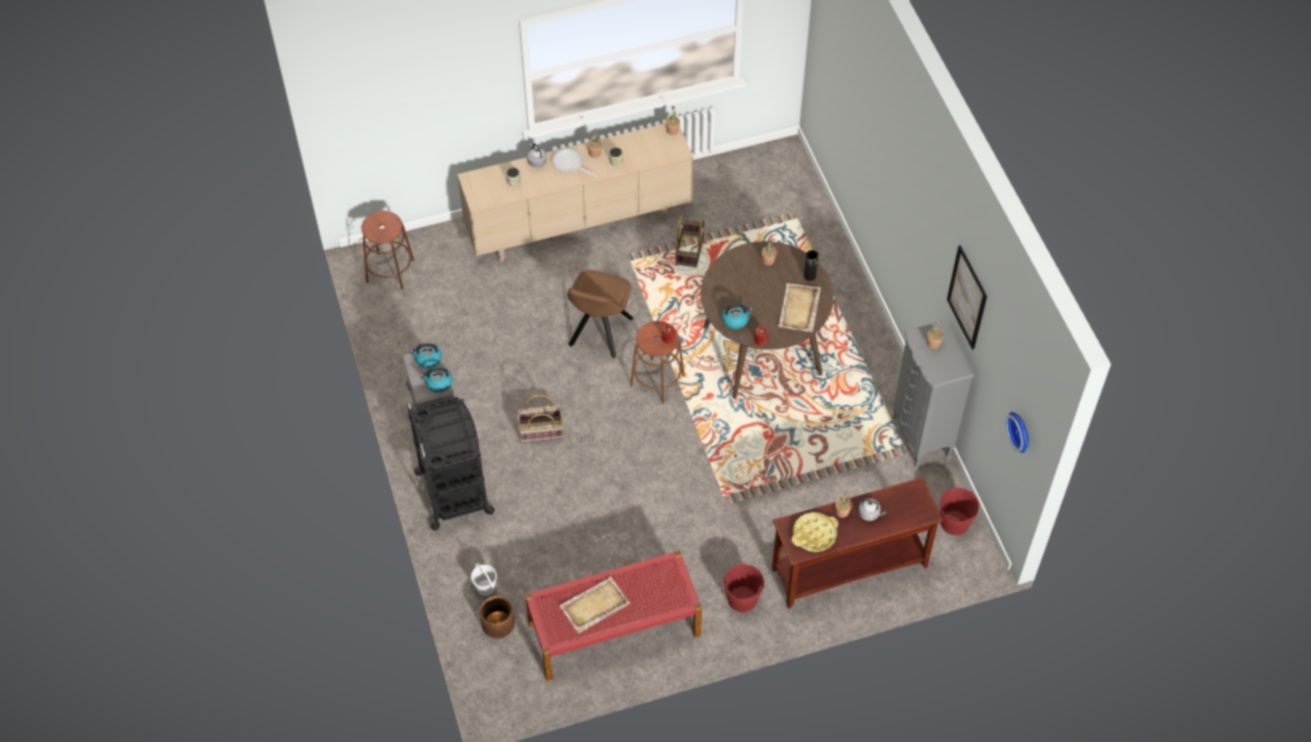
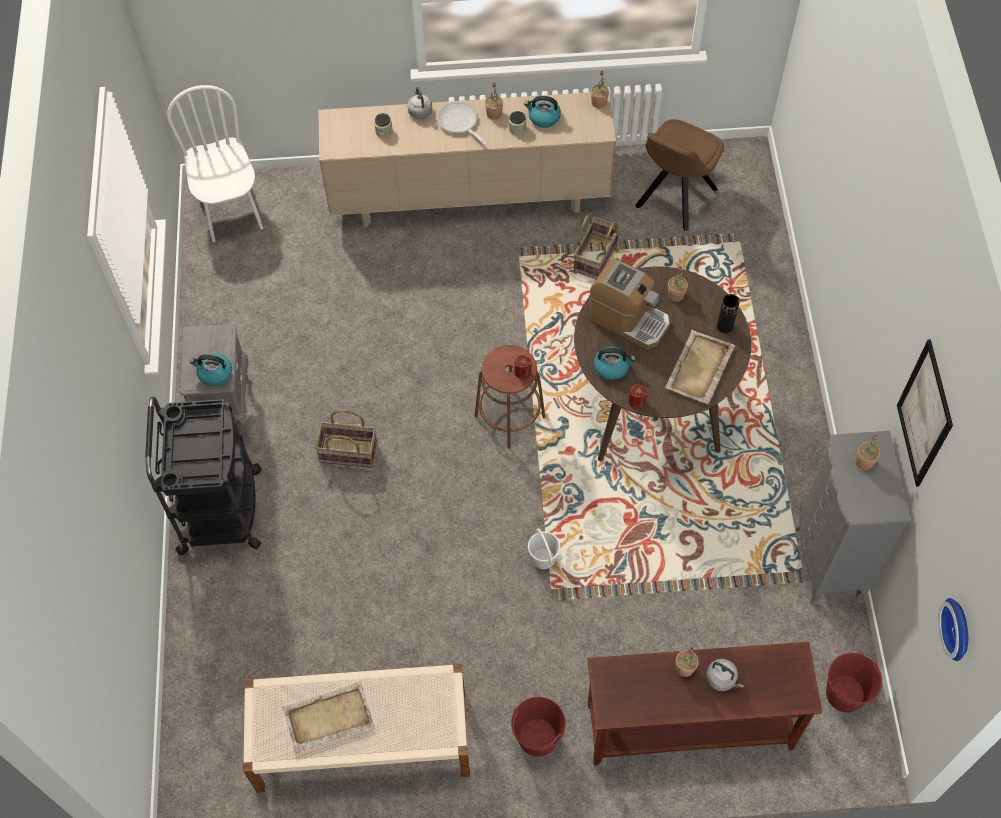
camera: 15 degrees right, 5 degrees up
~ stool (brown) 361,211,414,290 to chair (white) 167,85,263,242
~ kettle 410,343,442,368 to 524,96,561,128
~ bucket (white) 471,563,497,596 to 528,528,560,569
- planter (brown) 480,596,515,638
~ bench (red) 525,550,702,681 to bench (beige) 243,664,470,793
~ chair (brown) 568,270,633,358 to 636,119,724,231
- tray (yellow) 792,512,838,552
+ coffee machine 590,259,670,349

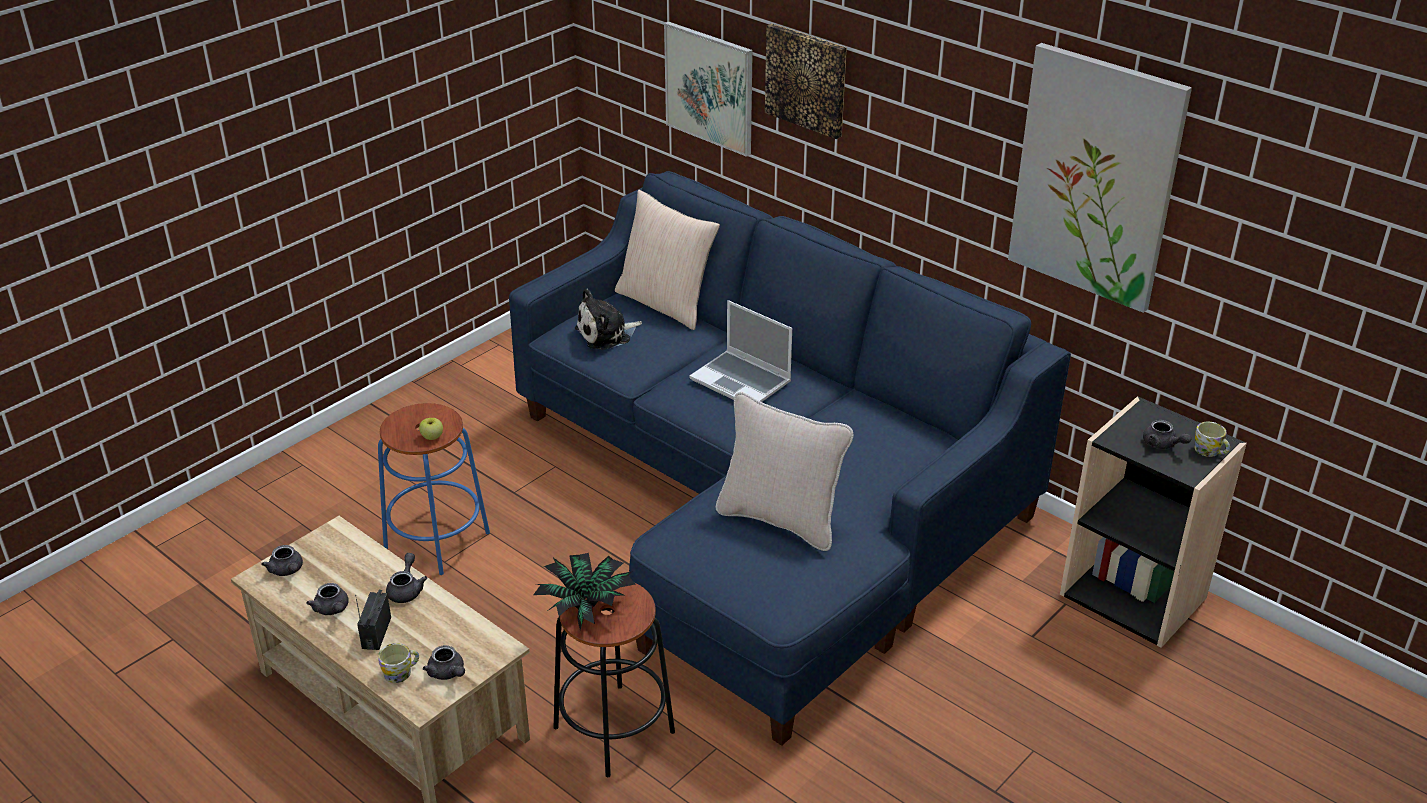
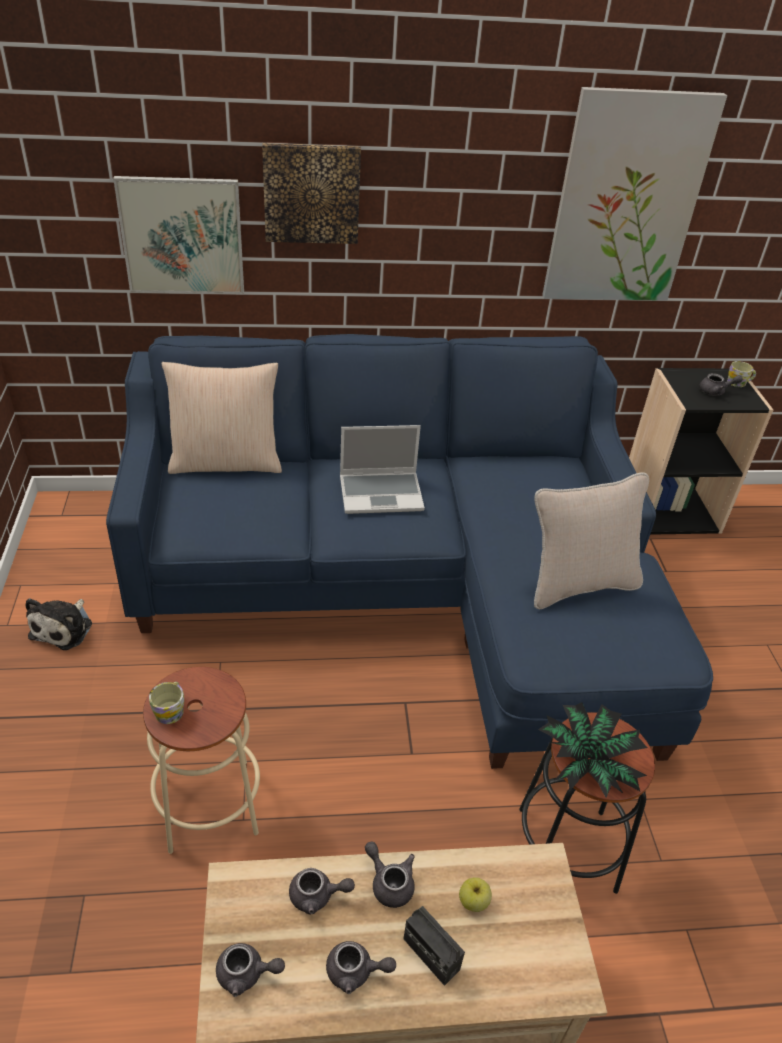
camera: 50 degrees left, 5 degrees up
~ stool (blue) 378,403,490,575 to stool (beige) 143,667,260,854
~ mug 378,643,419,683 to 149,682,184,724
~ apple 419,418,443,440 to 459,877,492,912
~ teapot (grey) 423,645,465,680 to 289,868,355,914
~ plush toy 575,288,642,350 to 26,598,92,650

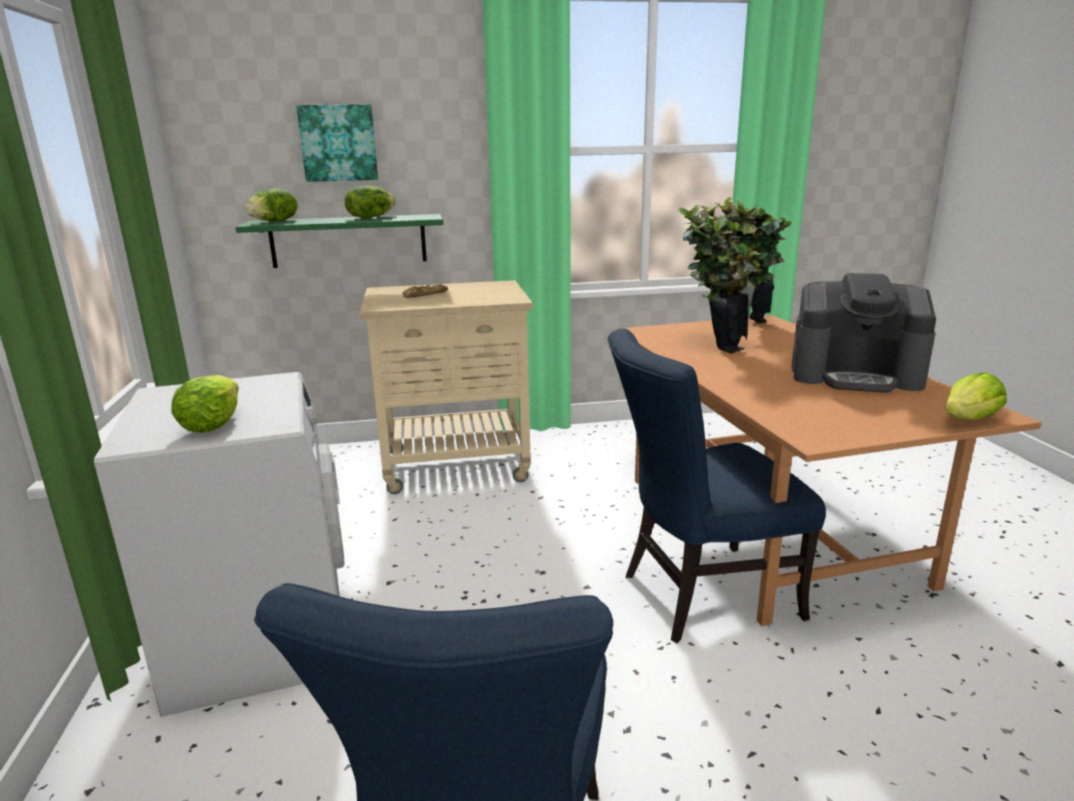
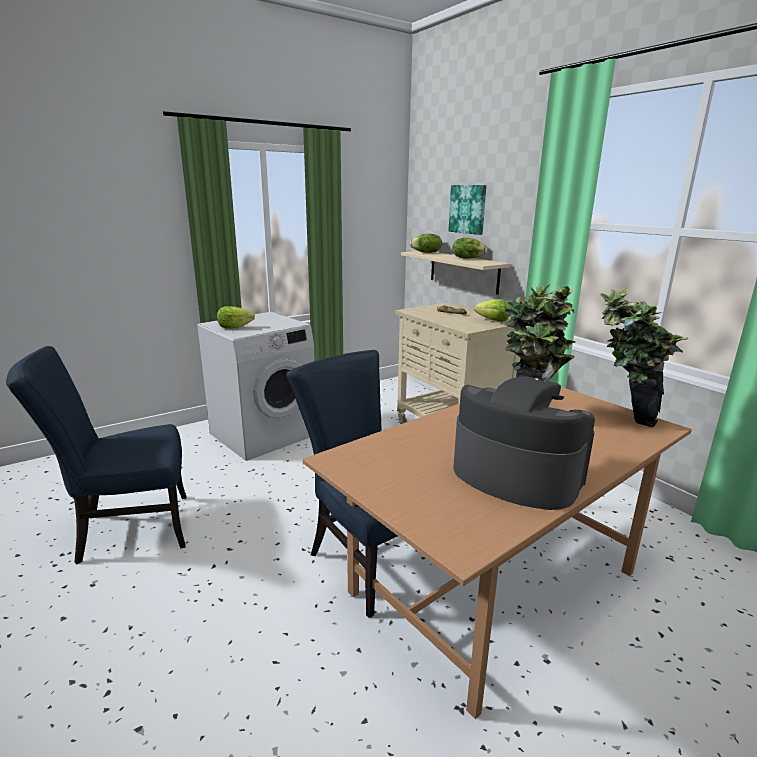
camera: 65 degrees right, 0 degrees up
~ shelf (green) 236,214,443,268 to shelf (beige) 401,251,511,295
~ coffee machine 791,273,936,393 = 453,377,595,510 135 degrees clockwise
~ lettuce 946,372,1007,420 to 474,299,509,322

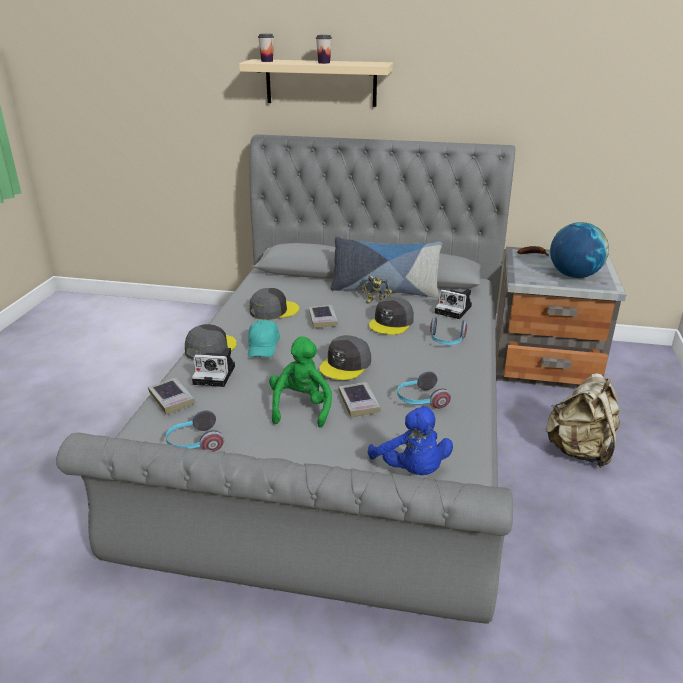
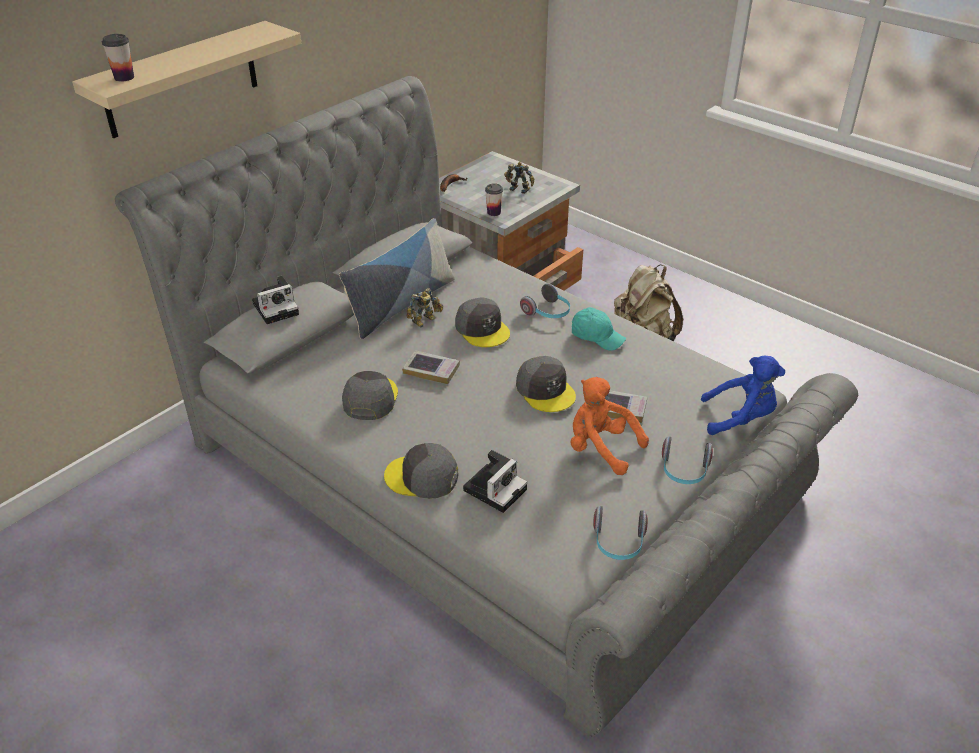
camera: 60 degrees left, 10 degrees up
- book 148,377,195,415
~ cap (grey) 185,324,237,360 = 384,443,458,499 45 degrees counterclockwise
~ cap (turquoise) 248,320,280,357 to 572,307,626,351
~ plush toy (green) 269,336,332,428 to plush toy (orange) 570,377,649,475
~ cup 316,35,332,64 to 485,183,503,216
~ headphones 397,371,451,409 to 662,436,713,484
~ photo camera 435,289,472,319 to 252,276,299,324
~ globe 550,222,609,278 to toy robot 504,162,535,194

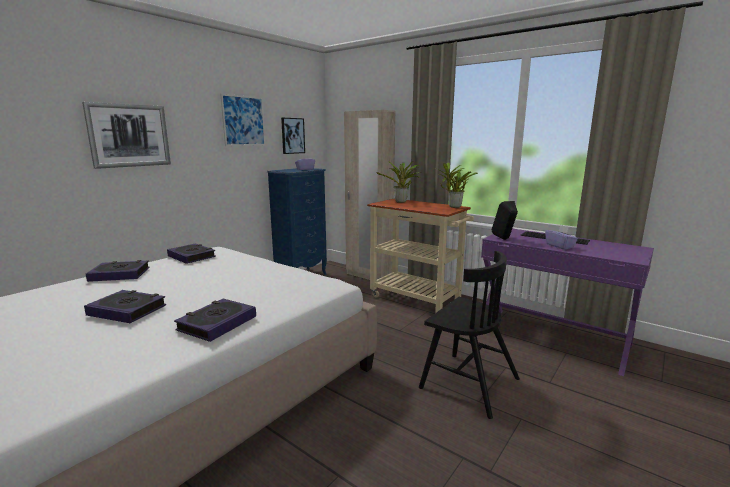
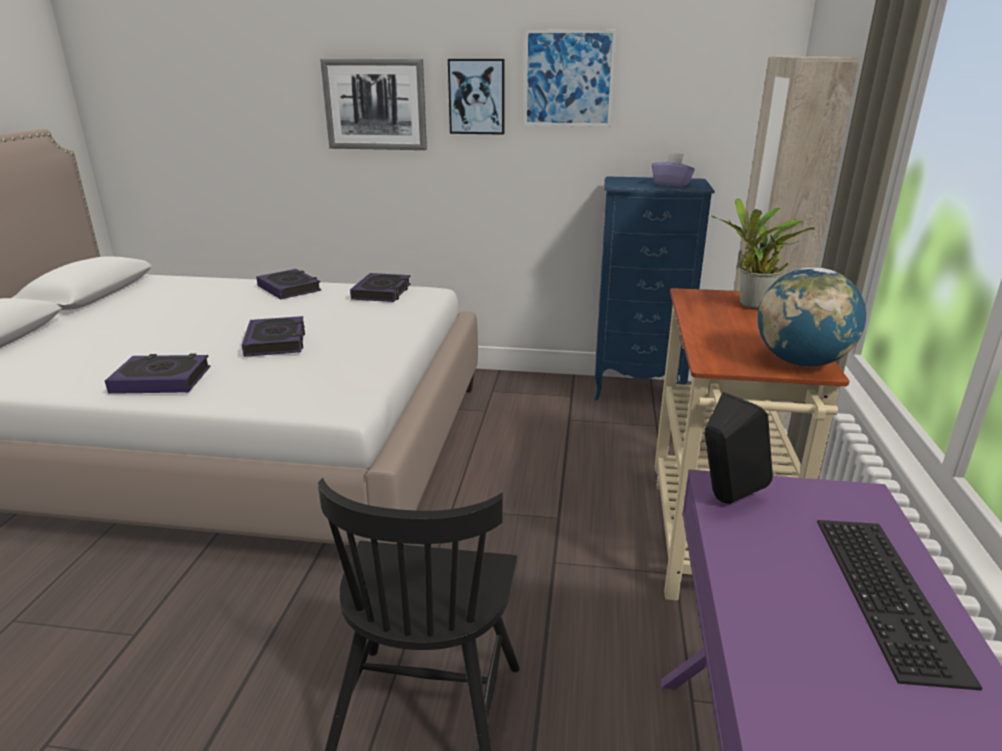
camera: 60 degrees right, 10 degrees up
~ book 84,290,166,323 to 242,316,305,357
~ picture 281,118,305,154 to 448,59,505,135
~ potted plant 435,162,478,208 to globe 758,267,866,367
- tissue box (purple) 545,225,578,249

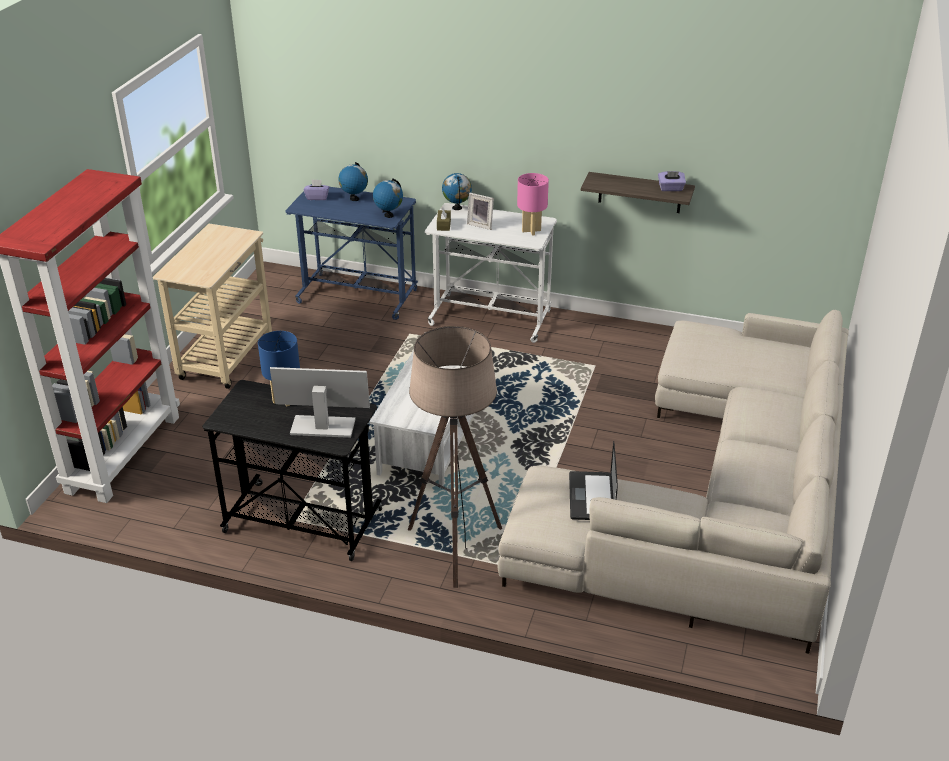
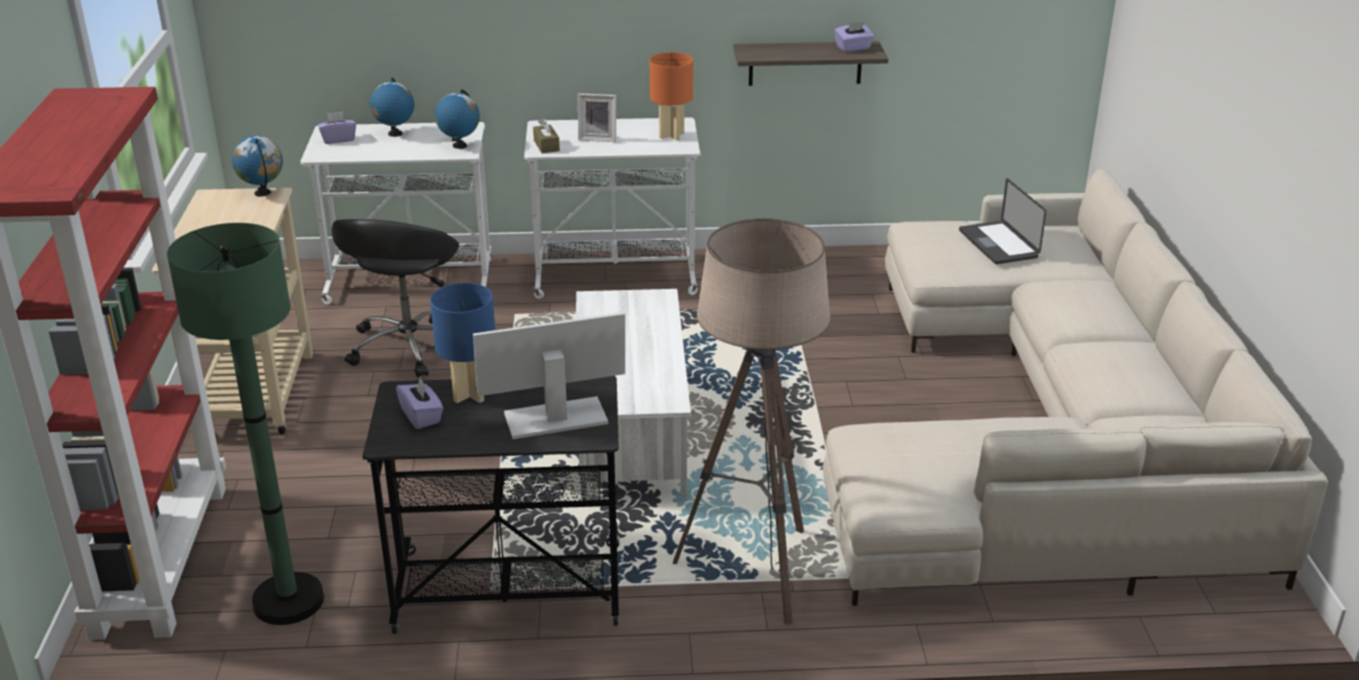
camera: 20 degrees left, 5 degrees down
~ desk (blue) 286,184,418,320 to desk (white) 300,122,491,305
~ globe 442,173,472,210 to 232,135,283,197
~ table lamp (pink) 517,173,549,236 to table lamp (orange) 650,52,693,141
~ laptop 569,441,618,520 to 959,178,1046,264
+ floor lamp (green) 167,223,324,625
+ office chair (black) 332,219,459,377
+ tissue box (purple) 396,378,443,429

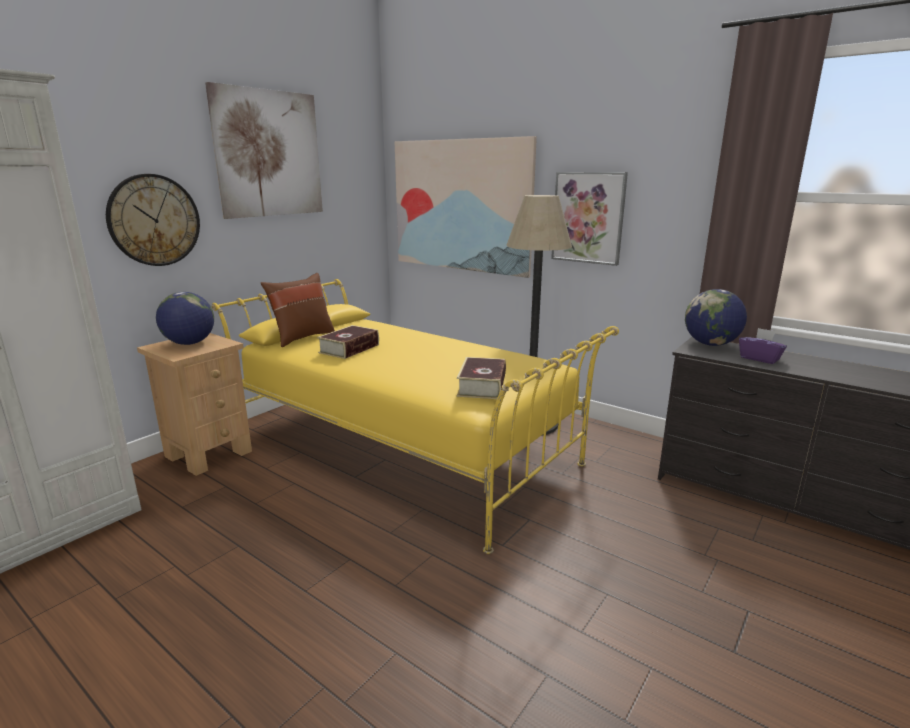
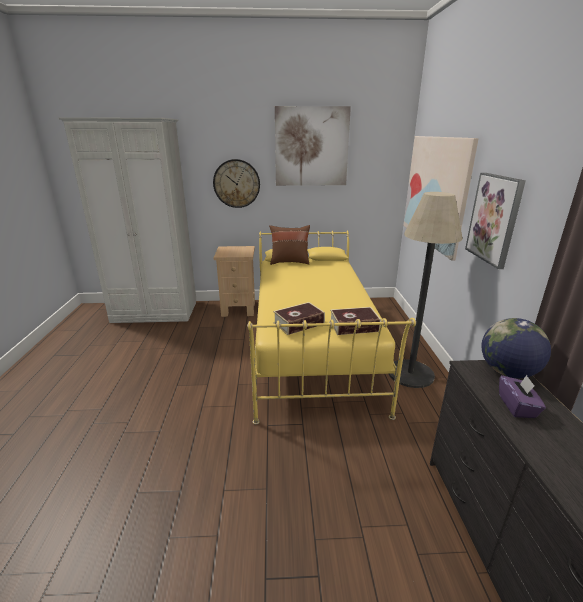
camera: 50 degrees right, 5 degrees up
- globe 156,292,214,345
~ book 317,325,379,359 to 330,307,381,335

